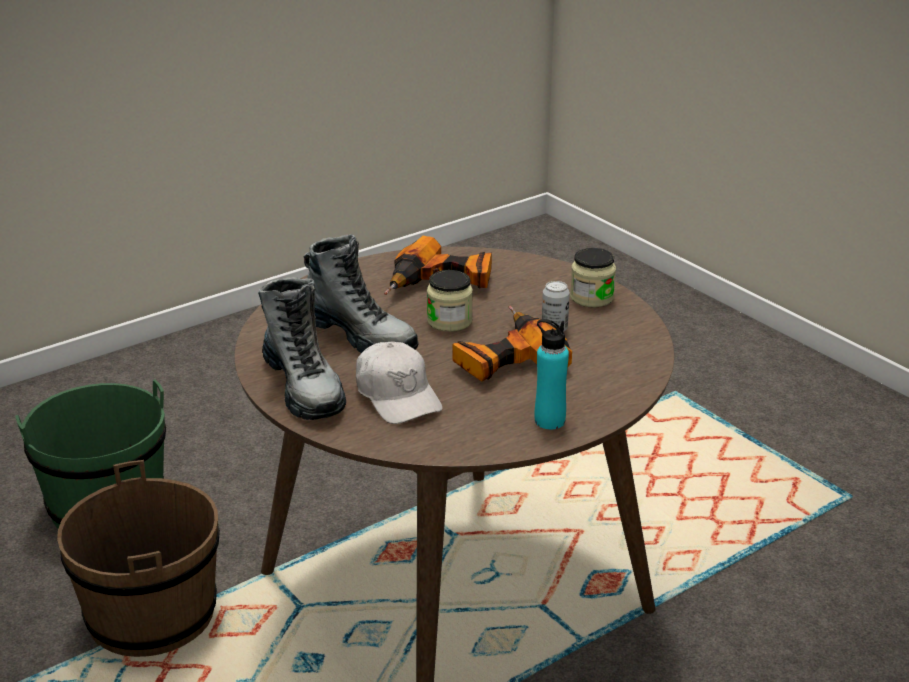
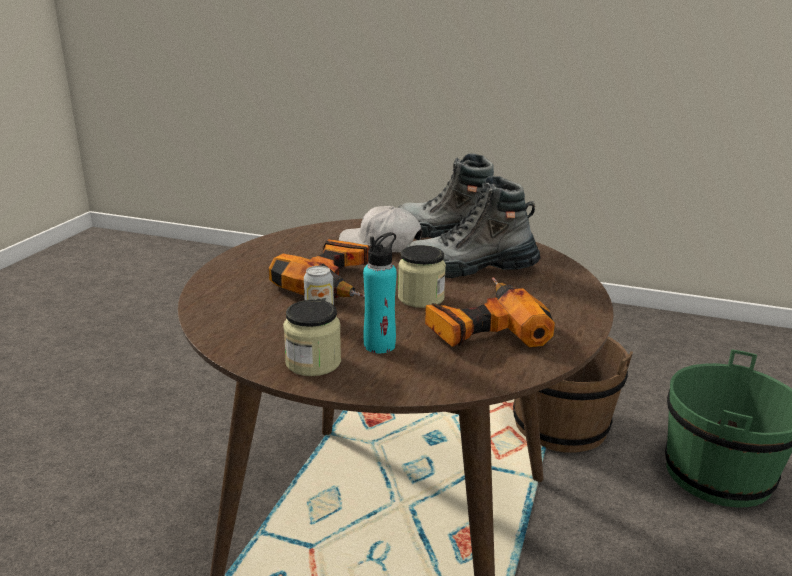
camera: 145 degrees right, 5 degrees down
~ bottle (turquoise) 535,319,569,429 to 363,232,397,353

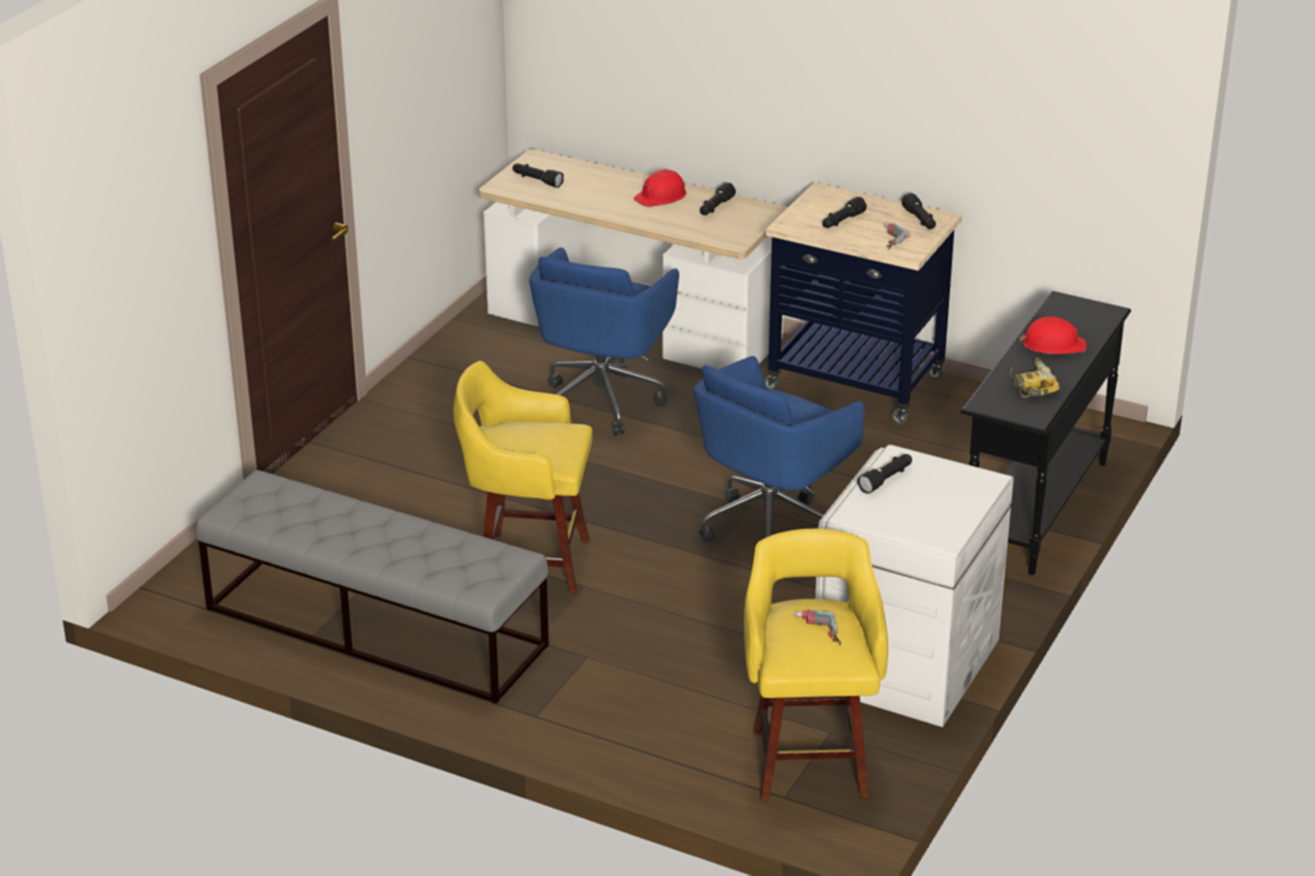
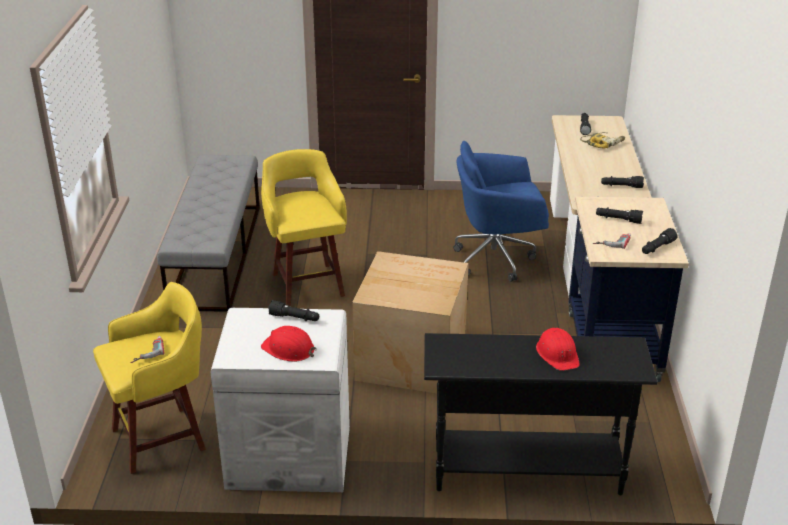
camera: 65 degrees right, 0 degrees up
~ hard hat (red) 634,169,686,207 to 261,326,316,362
~ office chair (blue) 694,356,865,542 to cardboard box 352,251,469,393
~ power drill 1010,358,1060,398 to 580,132,625,149

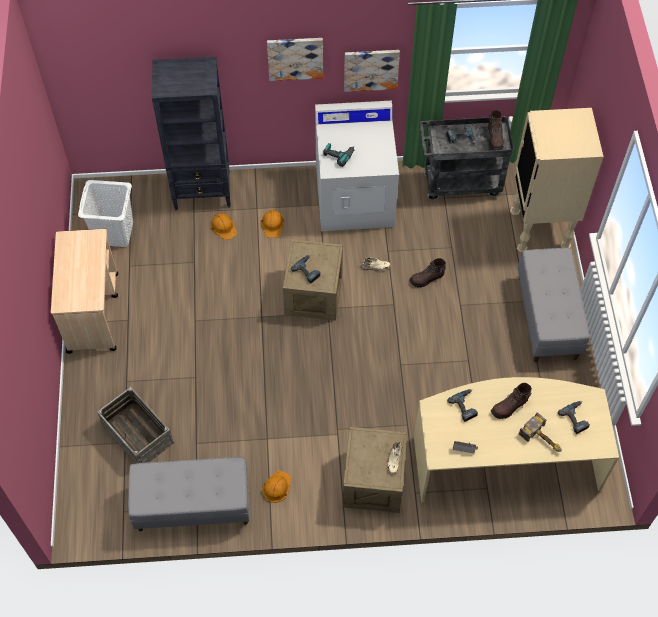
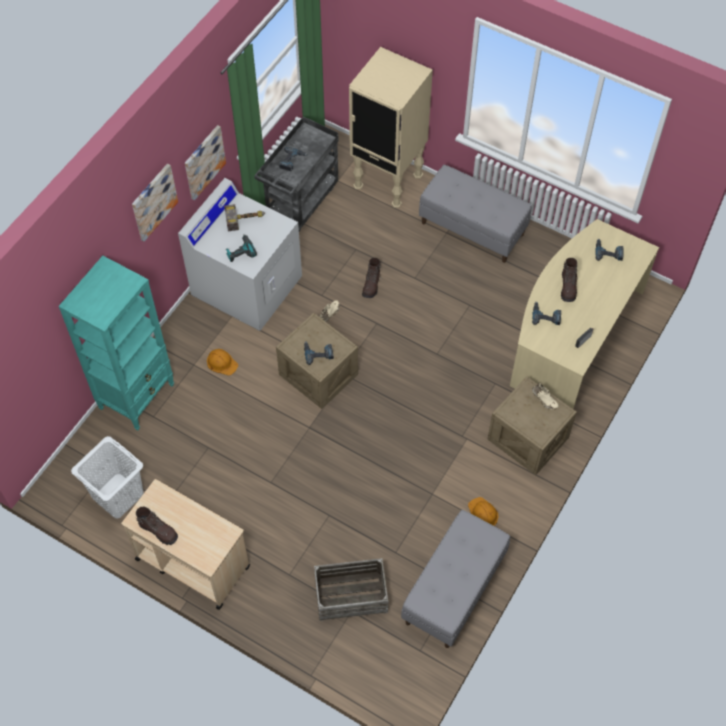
camera: 55 degrees left, 0 degrees up
~ bookcase (black) 152,57,231,210 to bookcase (turquoise) 59,256,174,431
- hard hat (orange) 211,213,237,240
~ boot (brown) 488,110,504,151 to 136,506,178,545
~ hammer 519,412,562,452 to 224,204,265,231

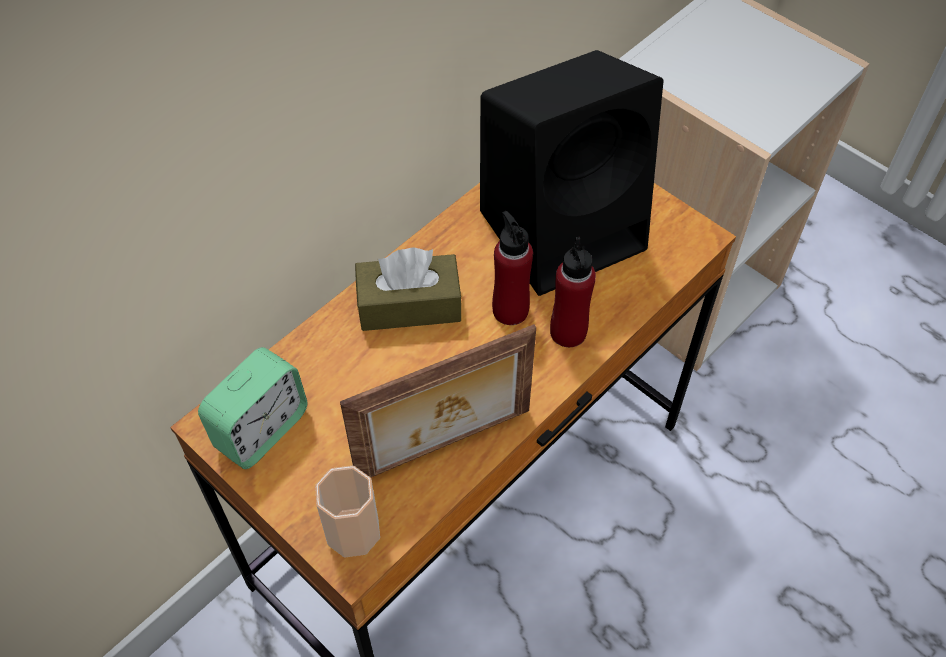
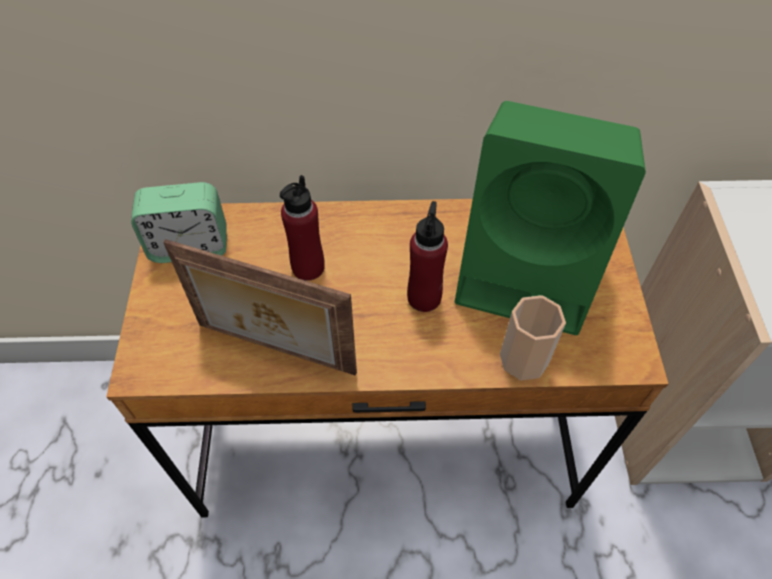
camera: 45 degrees right, 0 degrees up
~ cup 315,466,380,557 to 500,295,566,380
- tissue box (brown) 355,247,462,331
~ speaker (black) 480,50,663,296 to speaker (green) 455,101,646,335
~ bottle (red) 550,237,596,347 to 280,175,325,281

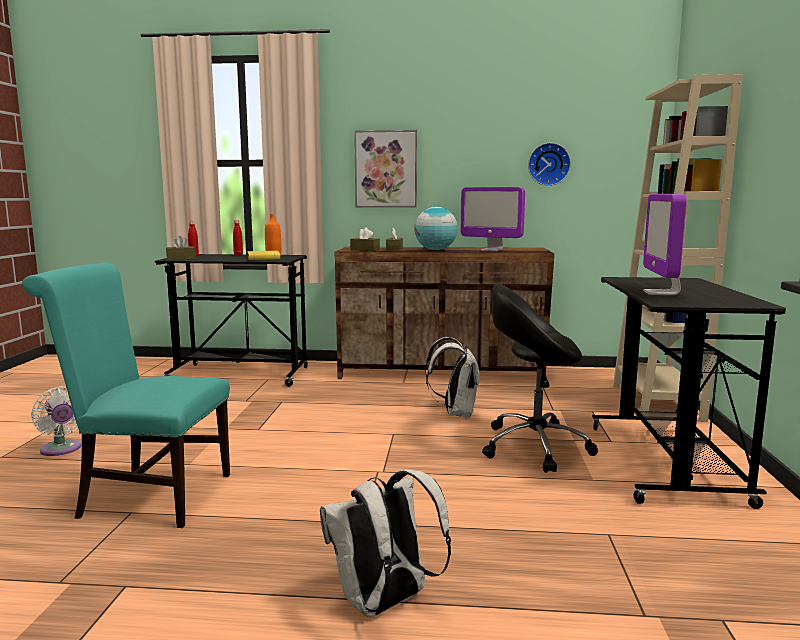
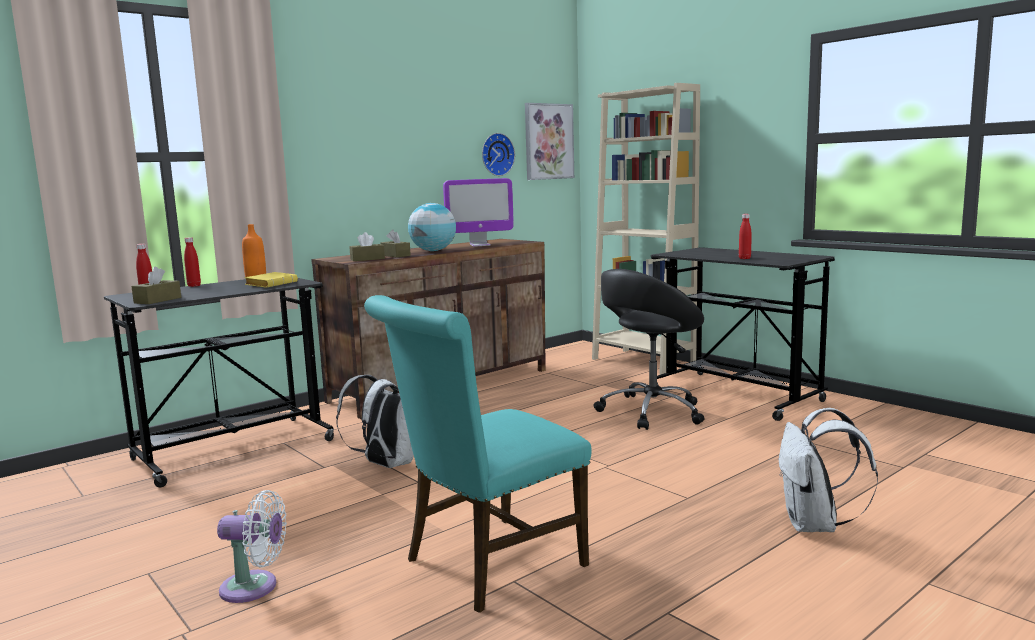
camera: 45 degrees left, 0 degrees up
~ picture 354,130,417,208 to 525,103,574,180
~ backpack (white) 425,337,480,417 to 336,375,413,468
~ monitor 643,194,687,295 to bottle (red) 739,214,752,259

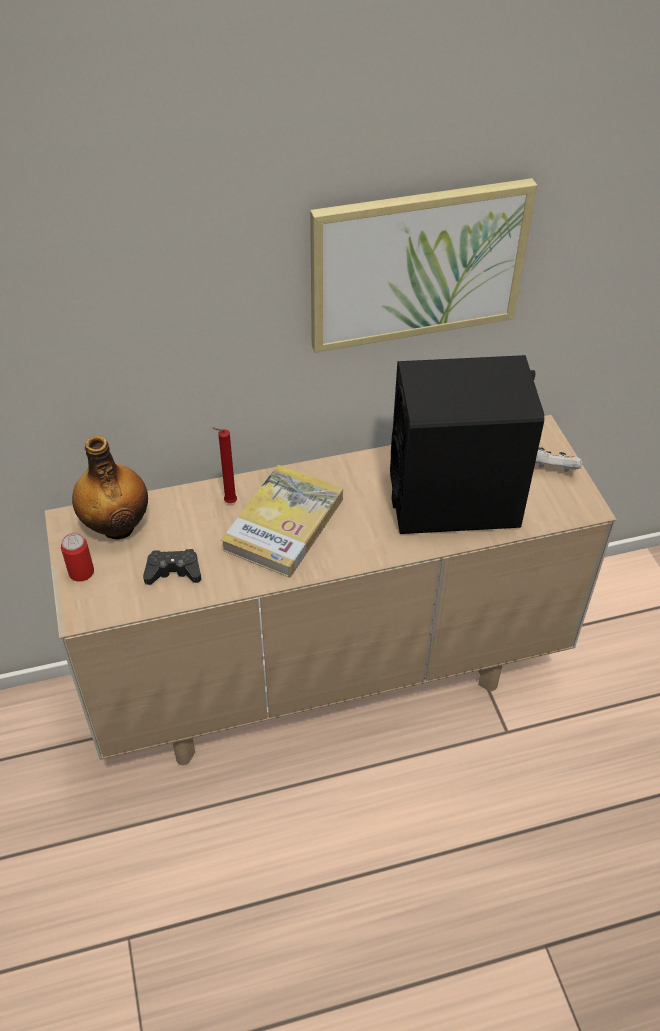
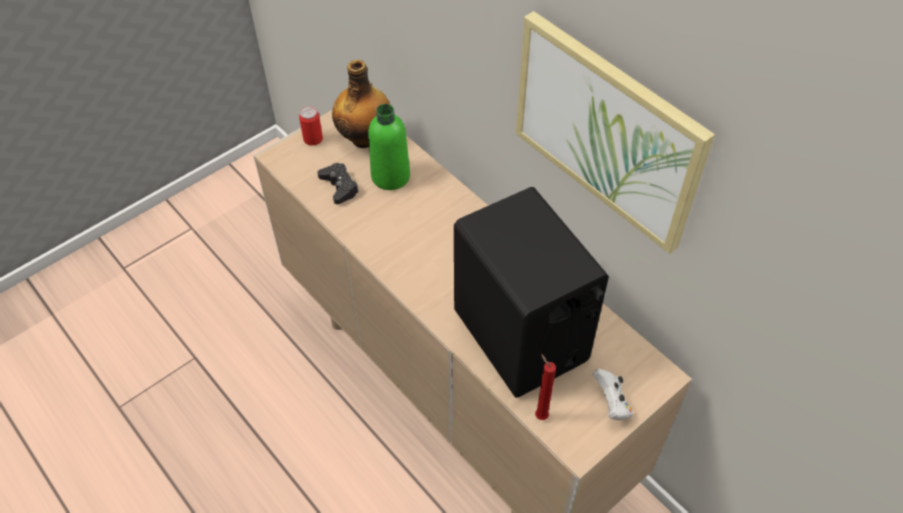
camera: 65 degrees right, 5 degrees up
~ candle (red) 212,427,237,503 to 535,354,556,420
- book 221,465,343,578
+ bottle (green) 368,104,410,190

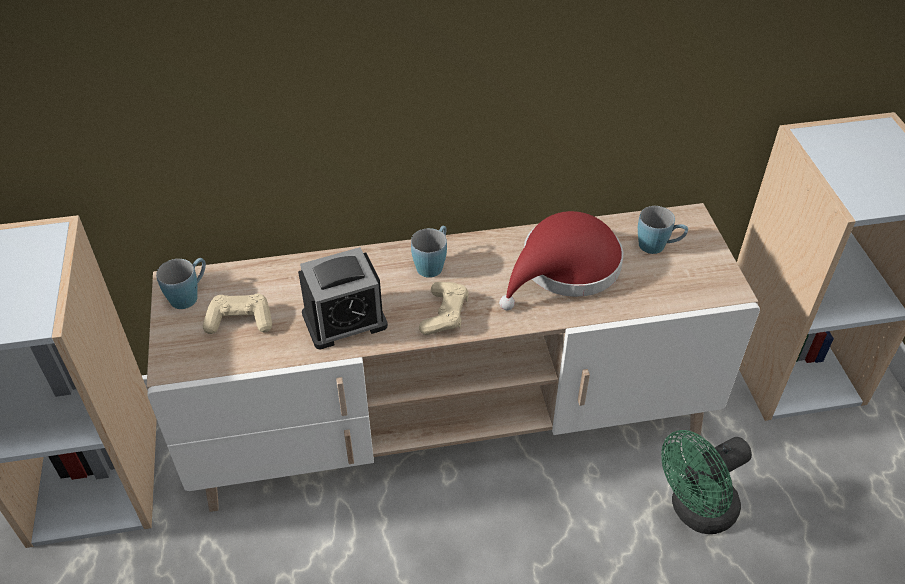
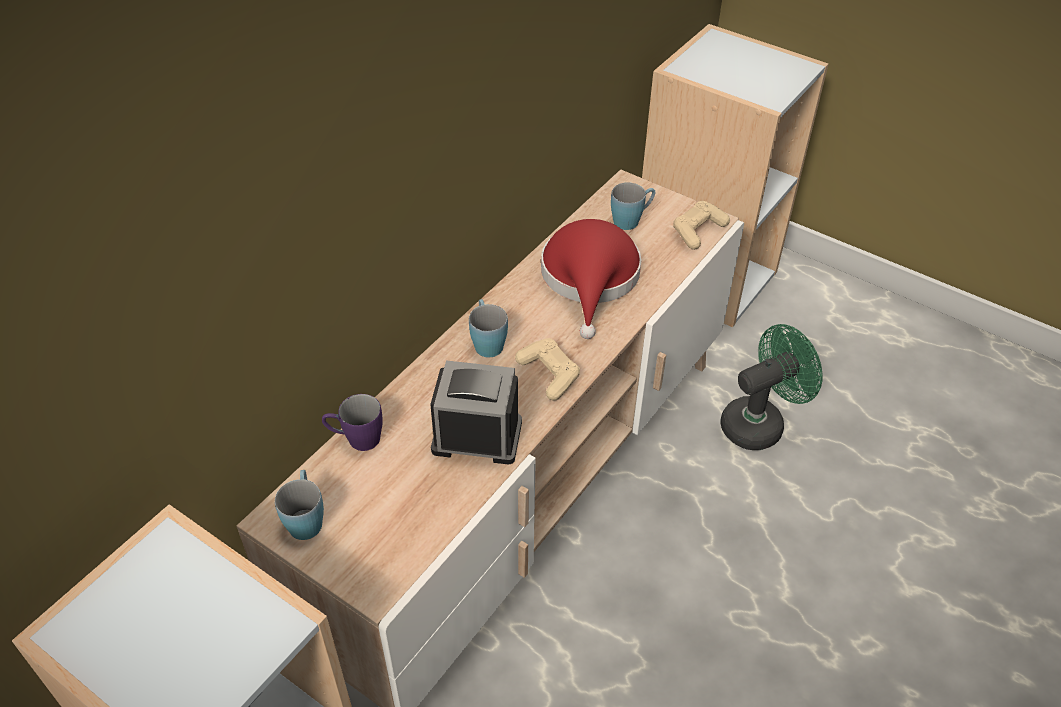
camera: 45 degrees left, 0 degrees up
~ game controller (beige) 203,294,272,334 to 673,201,730,250
~ alarm clock 298,247,388,350 = 430,360,522,465 105 degrees counterclockwise
~ fan (green) 661,430,752,534 = 720,324,822,450 135 degrees counterclockwise
+ mug (purple) 322,394,383,451

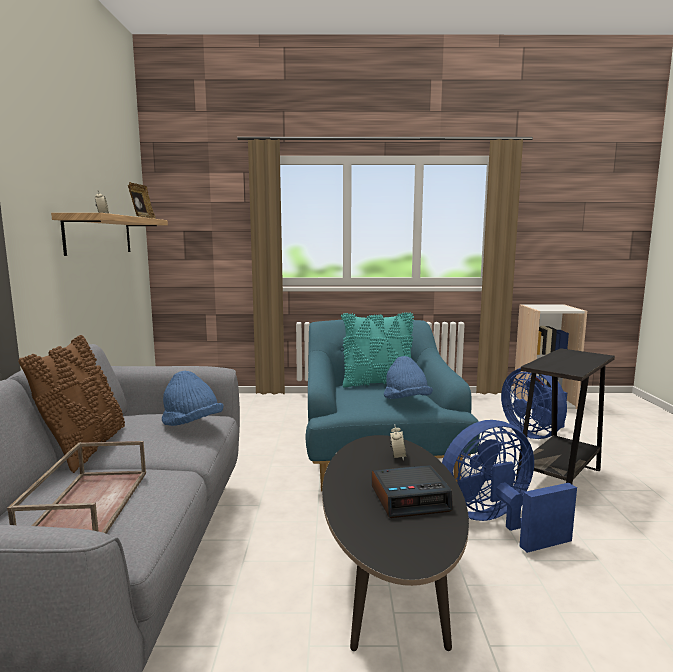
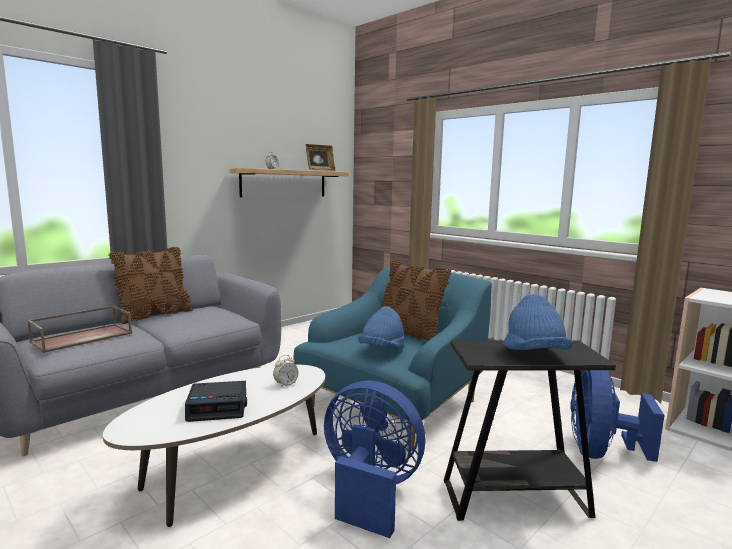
camera: 45 degrees right, 0 degrees up
~ hat (blue) 162,371,224,426 to 504,294,573,350
~ coffee table (black) 322,435,469,651 to coffee table (white) 103,364,325,527
~ pillow (turquoise) 341,312,414,388 to pillow (brown) 380,260,451,341
~ alarm clock 372,465,453,518 = 185,381,247,422 45 degrees counterclockwise

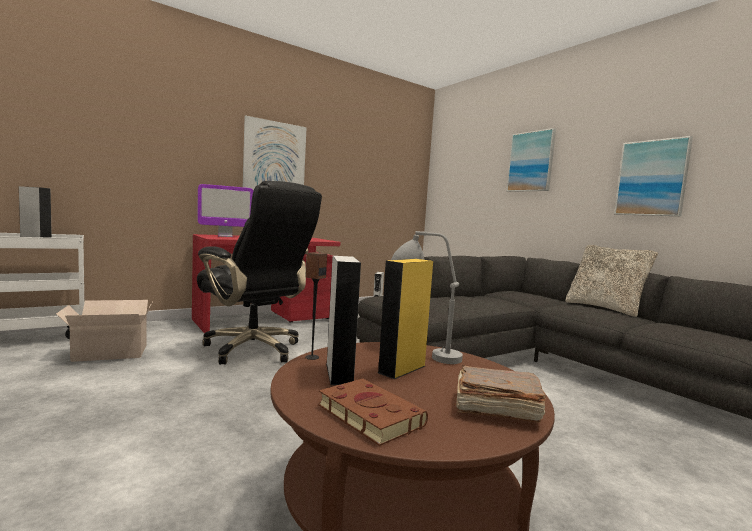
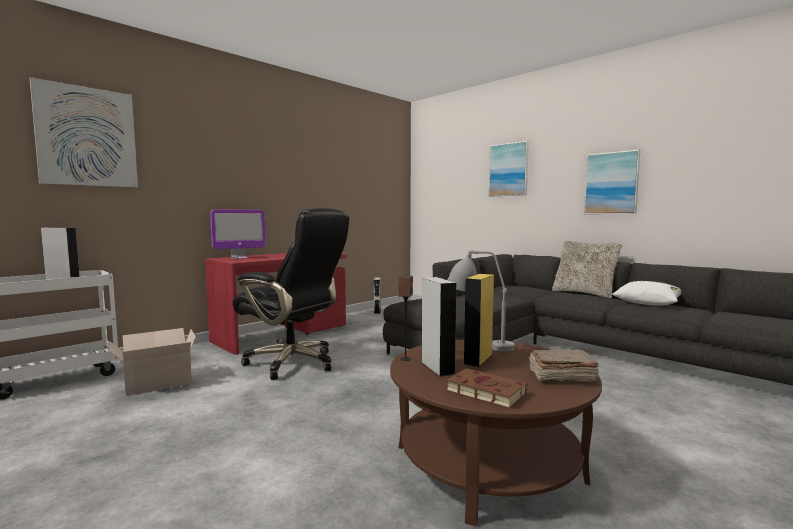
camera: 10 degrees left, 0 degrees up
~ picture 243,115,307,191 to 30,77,138,188
+ pillow (white) 612,281,681,305

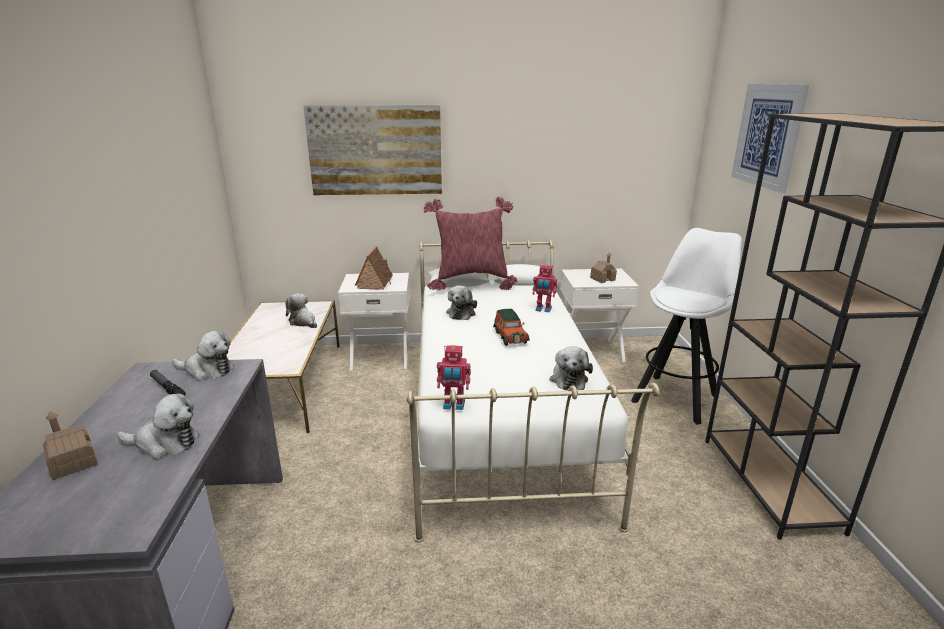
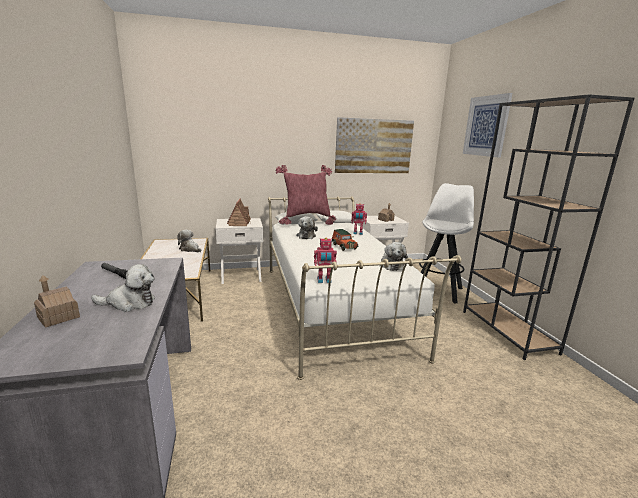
camera: 10 degrees left, 5 degrees down
- plush toy 172,331,234,381
~ picture 303,105,442,195 to 335,117,414,173

